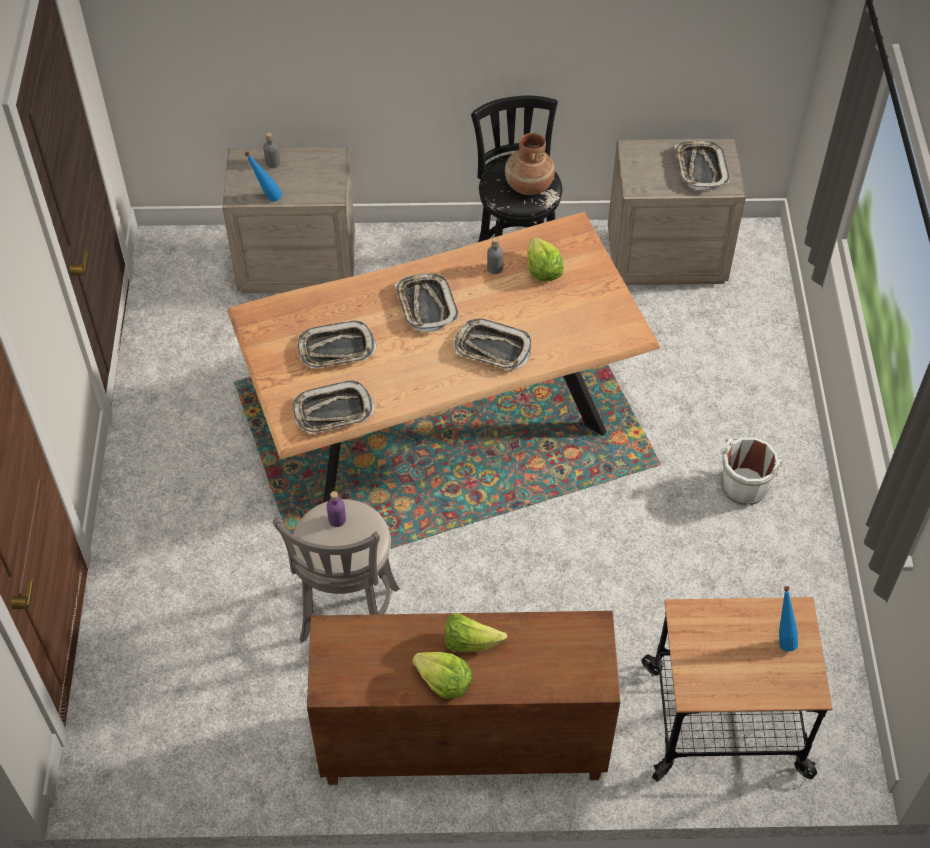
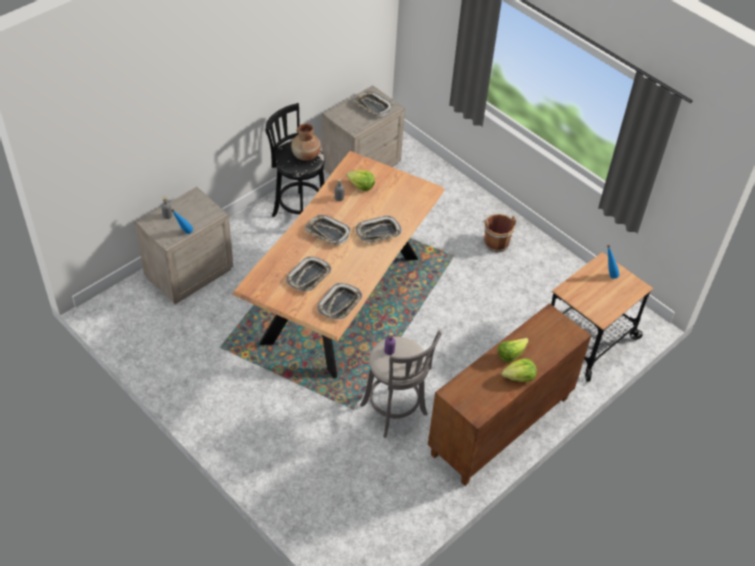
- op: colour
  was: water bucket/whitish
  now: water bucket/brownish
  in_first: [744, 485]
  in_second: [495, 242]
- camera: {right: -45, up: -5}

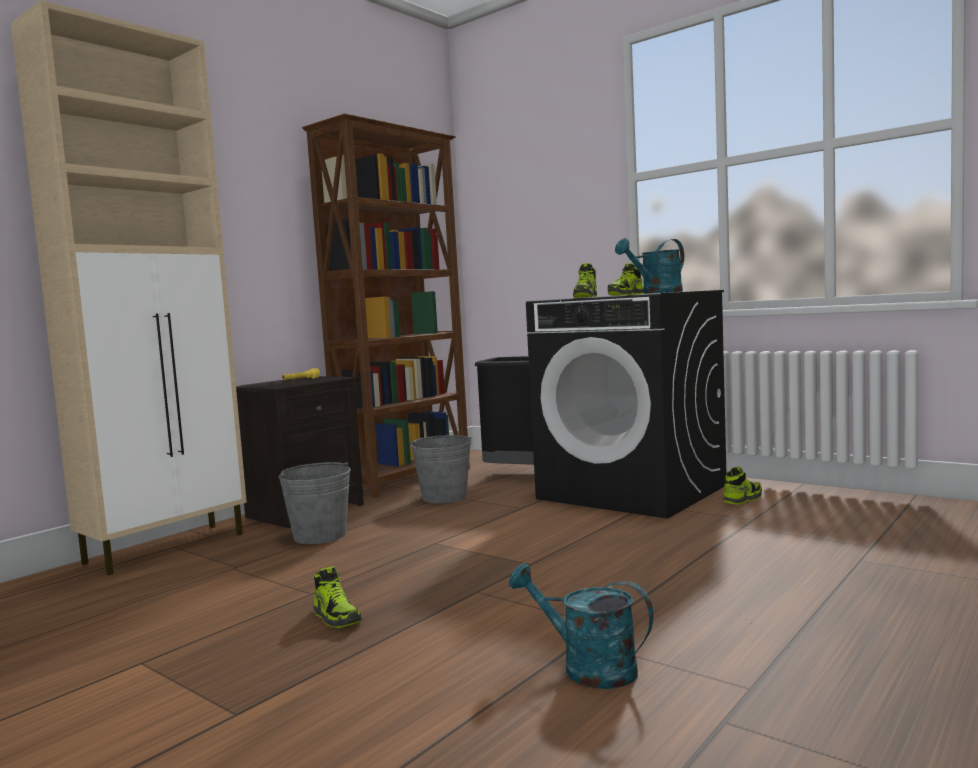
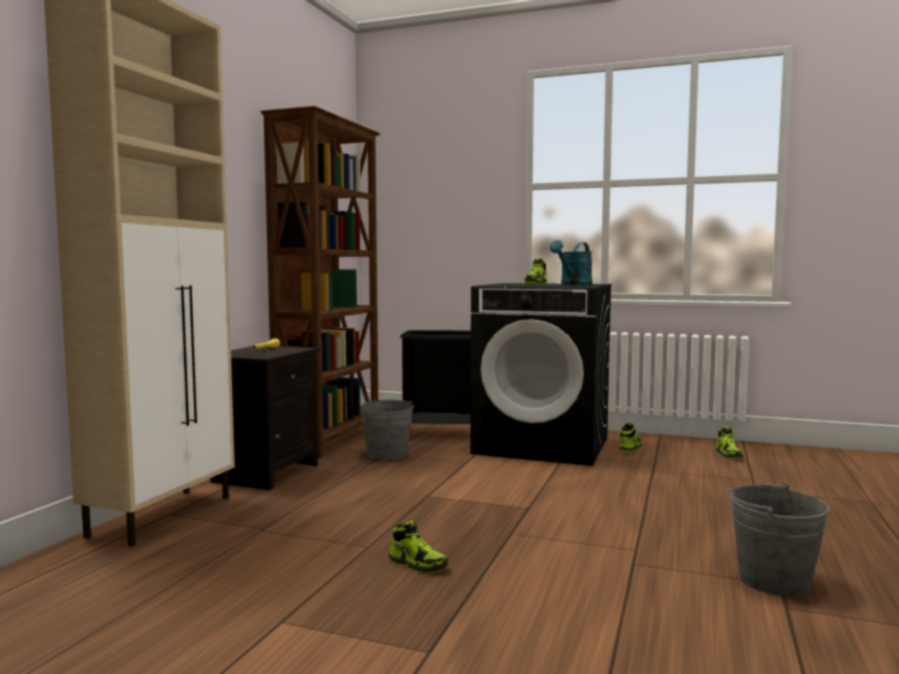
- op: relocated
  was: low shoe
  in_first: [586, 297]
  in_second: [728, 455]
- op: relocated
  was: water bucket/grey
  in_first: [320, 536]
  in_second: [774, 580]
- op: missing
  was: watering pot/blue-green
  in_first: [587, 668]
- camera: {right: -20, up: 0}

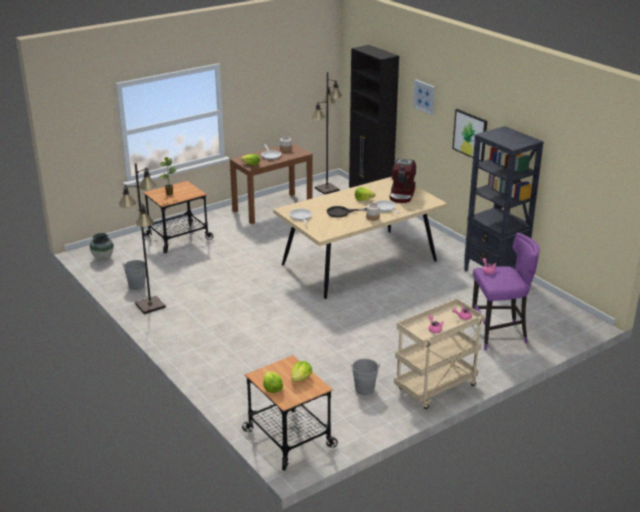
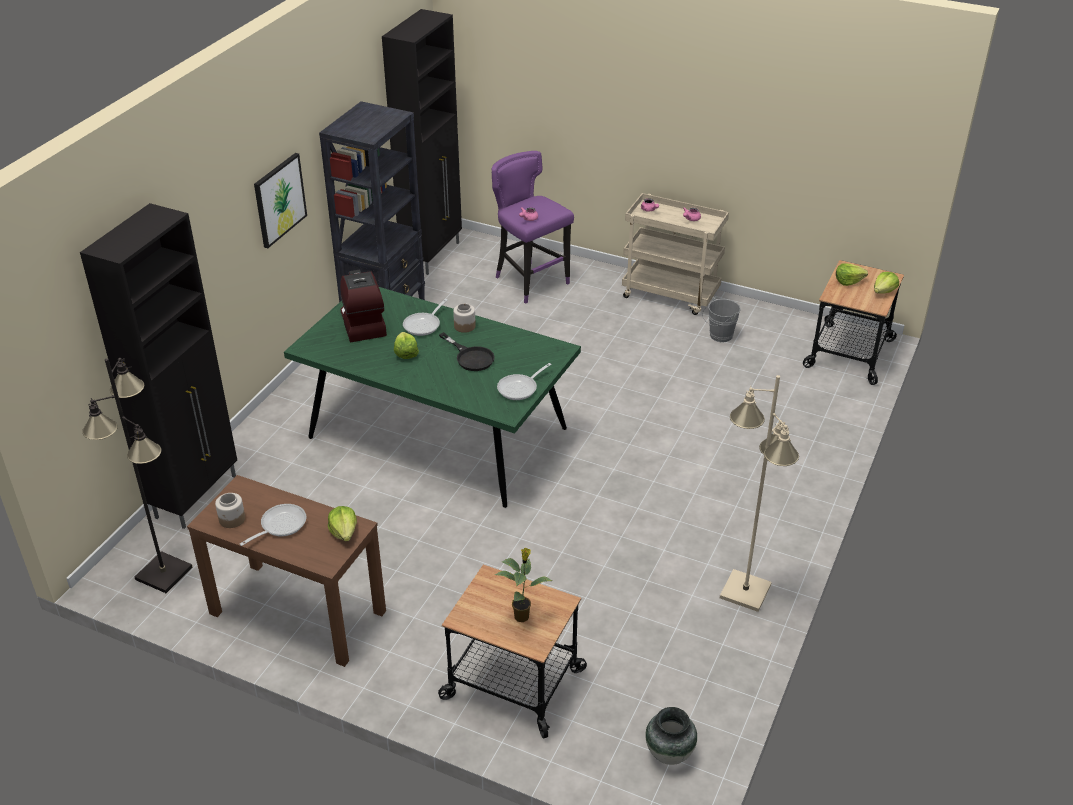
- op: colour
  was: dining table/beige
  now: dining table/green-coloured
  in_first: [359, 263]
  in_second: [439, 433]
- op: spun
  was: coffee machine
  in_first: [402, 195]
  in_second: [362, 324]
  clockwise: -90
- op: appeared
  now: cabinet/black
  in_second: [432, 255]
- op: colour
  was: floor lamp/black
  now: floor lamp/beige
  in_first: [150, 305]
  in_second: [745, 591]
- op: missing
  was: water bucket/grey
  in_first: [136, 287]
- op: missing
  was: wall art
  in_first: [424, 96]
- camera: {right: -120, up: 10}

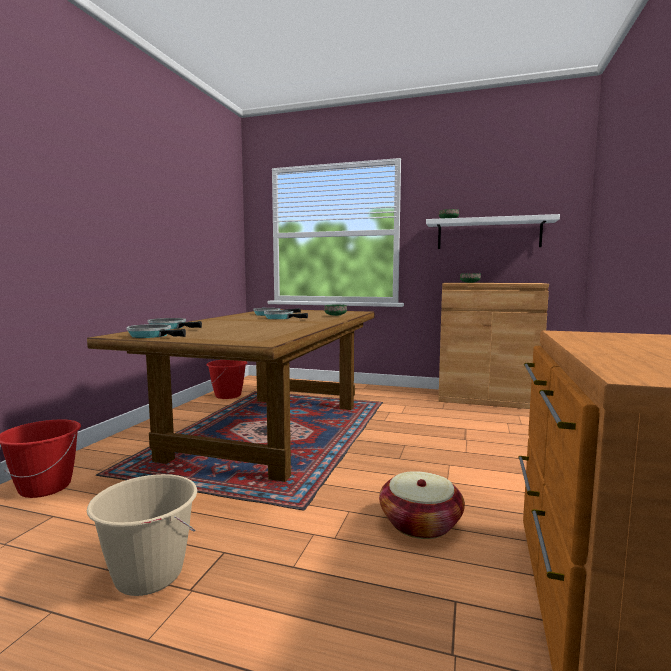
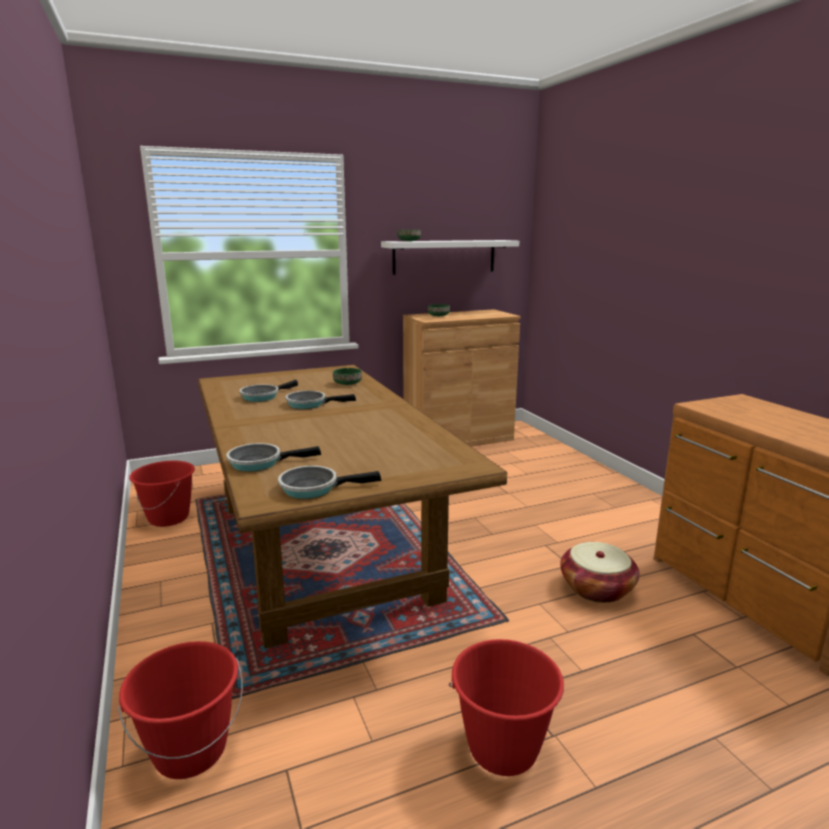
- op: colour
  was: water bucket/beige
  now: water bucket/red
  in_first: [148, 575]
  in_second: [503, 749]
- camera: {right: -40, up: 10}

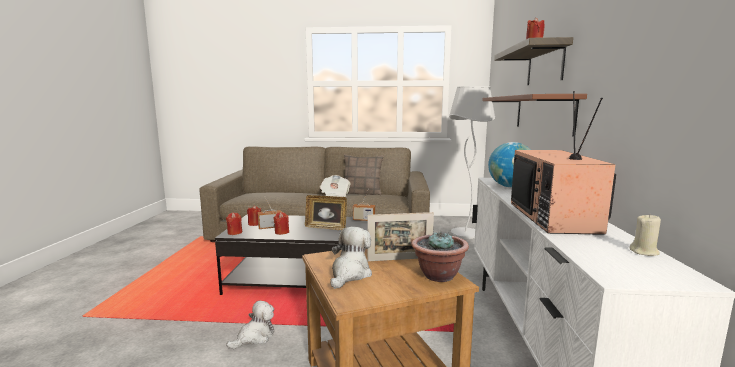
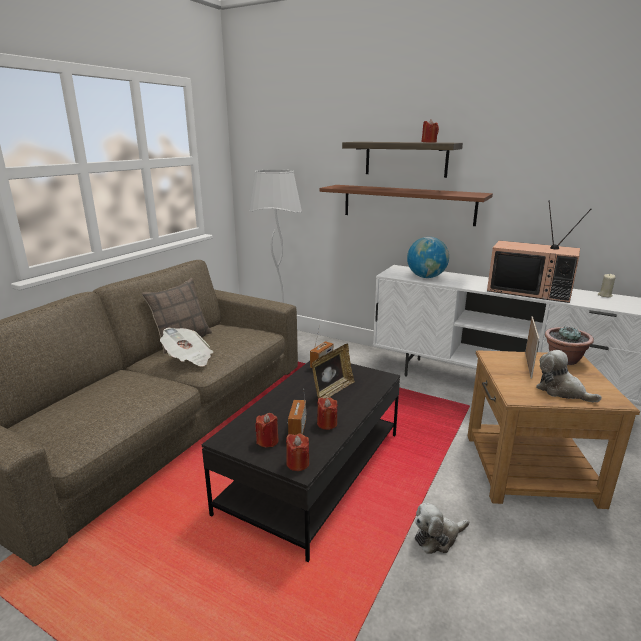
- op: spun
  was: plush toy
  in_first: [255, 337]
  in_second: [438, 537]
  clockwise: -90
- camera: {right: -65, up: 10}

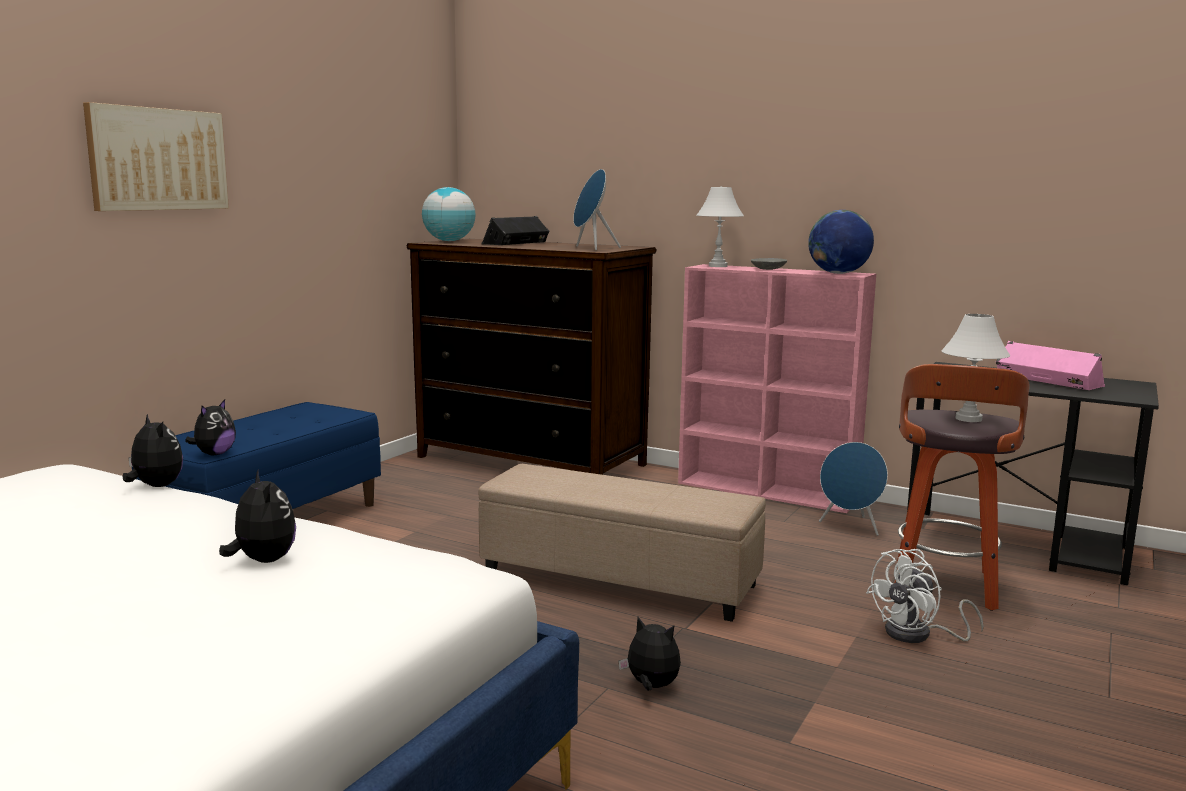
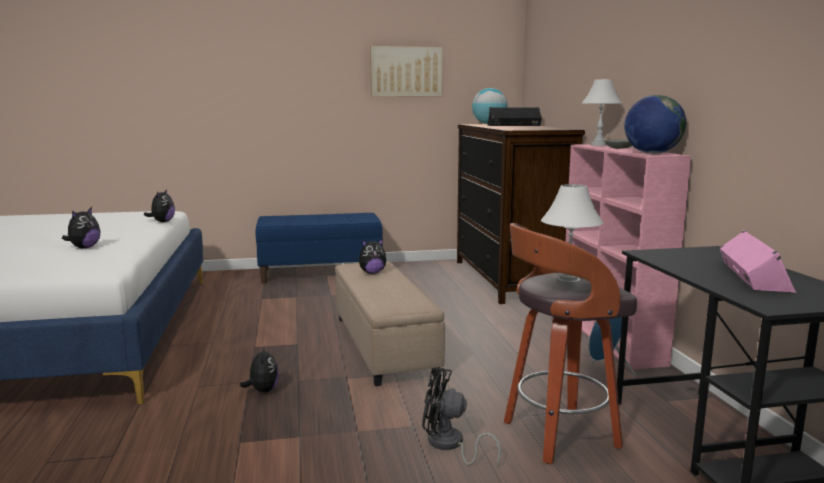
- op: relocated
  was: plush toy
  in_first: [214, 454]
  in_second: [372, 273]
- op: relocated
  was: wall art
  in_first: [158, 159]
  in_second: [406, 71]
- op: colour
  was: electric fan/whitish
  now: electric fan/black
  in_first: [918, 635]
  in_second: [449, 445]
- op: missing
  was: speaker/bluish
  in_first: [592, 248]
- camera: {right: 50, up: 0}

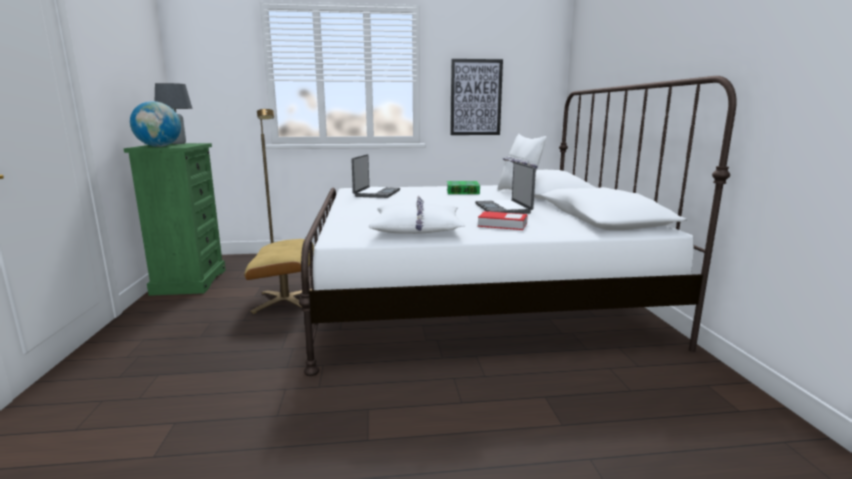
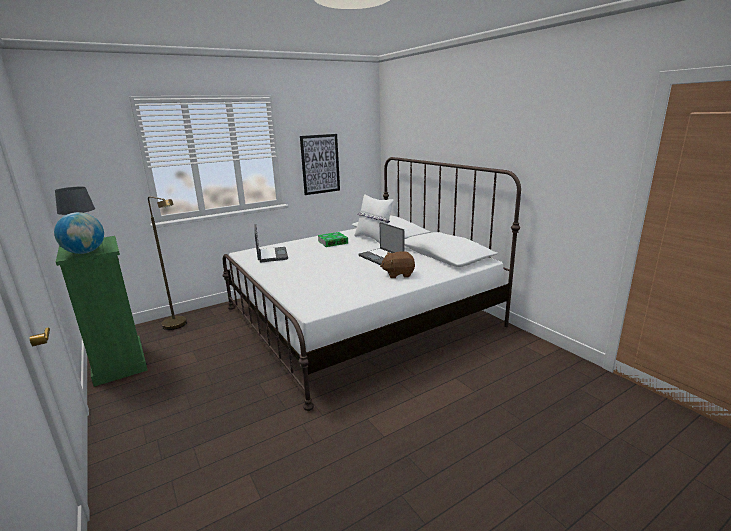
- op: exchanged
  was: book
  now: plush toy/brownish
  in_first: [502, 225]
  in_second: [398, 274]
- op: missing
  was: pouffe/beige
  in_first: [286, 300]
- op: missing
  was: cushion/whitish
  in_first: [417, 228]
- camera: {right: -25, up: 5}

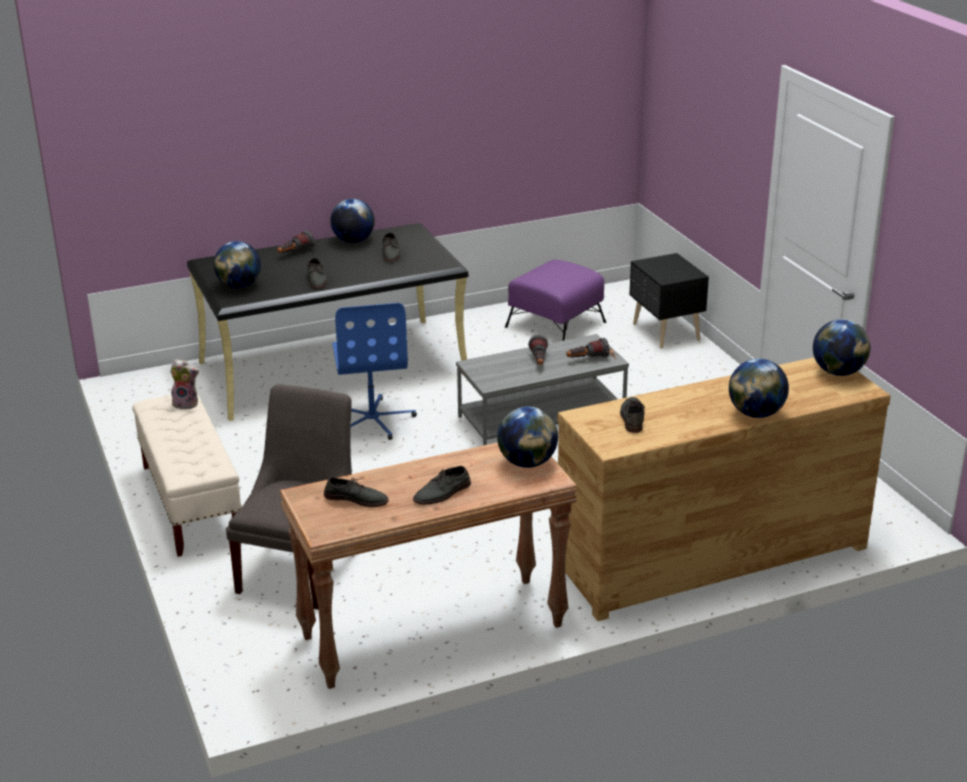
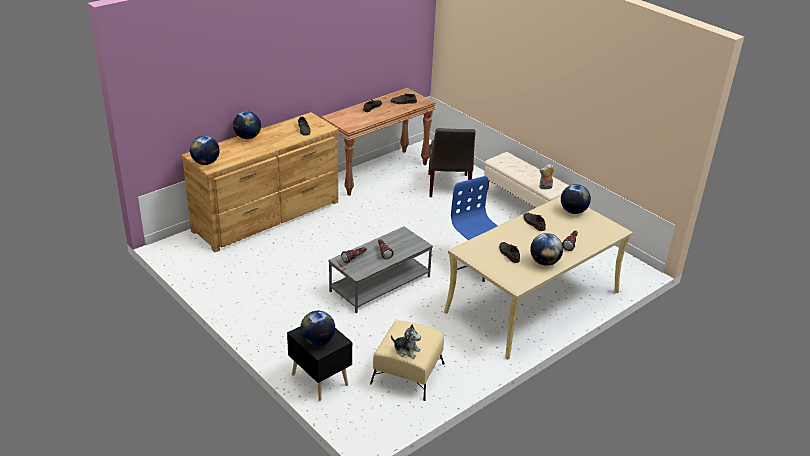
- op: relocated
  was: desk globe
  in_first: [527, 463]
  in_second: [318, 341]
- op: colour
  was: pouffe/purple
  now: pouffe/beige
  in_first: [554, 325]
  in_second: [408, 373]
- op: appeared
  now: plush toy
  in_second: [406, 350]
- op: colour
  was: desk table/black
  now: desk table/beige
  in_first: [333, 367]
  in_second: [532, 302]
- camera: {right: 160, up: 5}

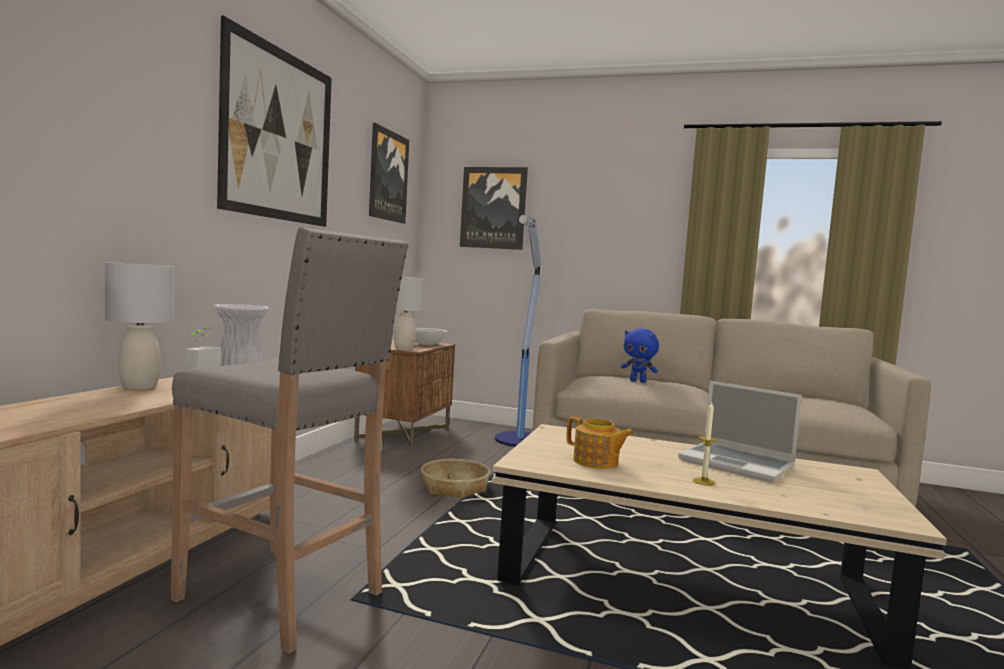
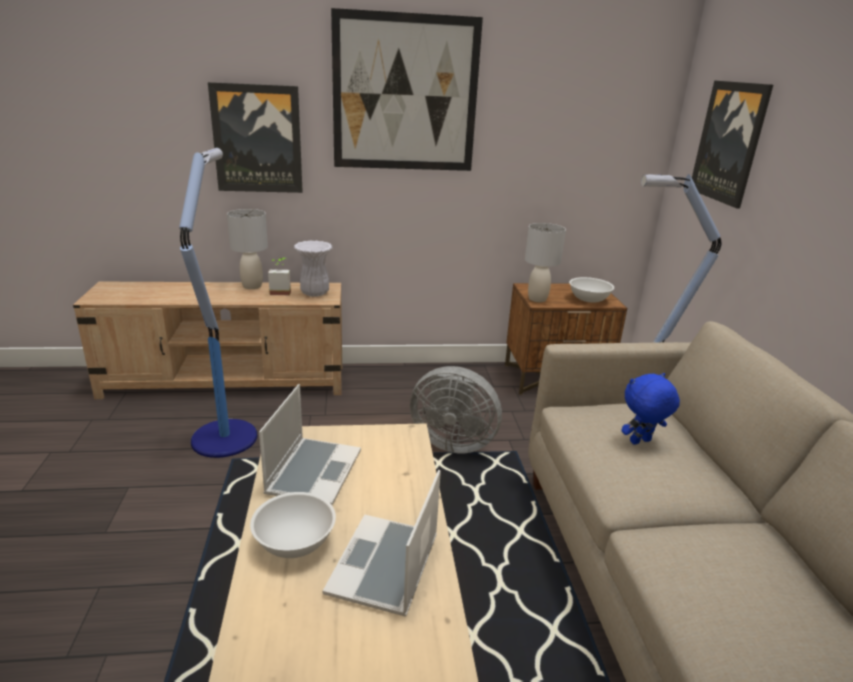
- op: exchanged
  was: stool seat/grey
  now: floor lamp
  in_first: [283, 597]
  in_second: [225, 436]
- op: relocated
  was: wall art
  in_first: [387, 176]
  in_second: [257, 139]
- op: exchanged
  was: candle
  now: serving bowl/whitish
  in_first: [704, 481]
  in_second: [295, 542]
- op: exchanged
  was: teapot
  now: portable computer
  in_first: [596, 462]
  in_second: [313, 471]
- op: exchanged
  was: storage basket
  now: electric fan/grey
  in_first: [454, 487]
  in_second: [452, 441]
- op: spun
  was: plush toy/bluish
  in_first: [638, 381]
  in_second: [640, 442]
  clockwise: 60
- camera: {right: 65, up: 20}

